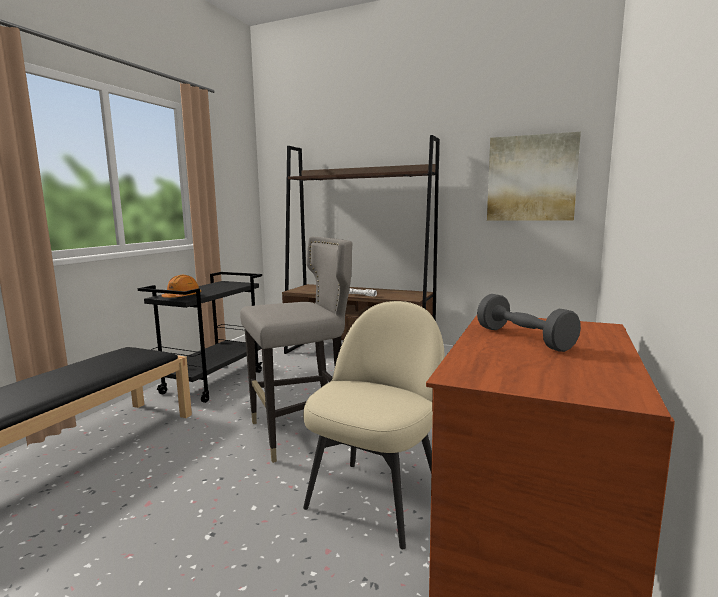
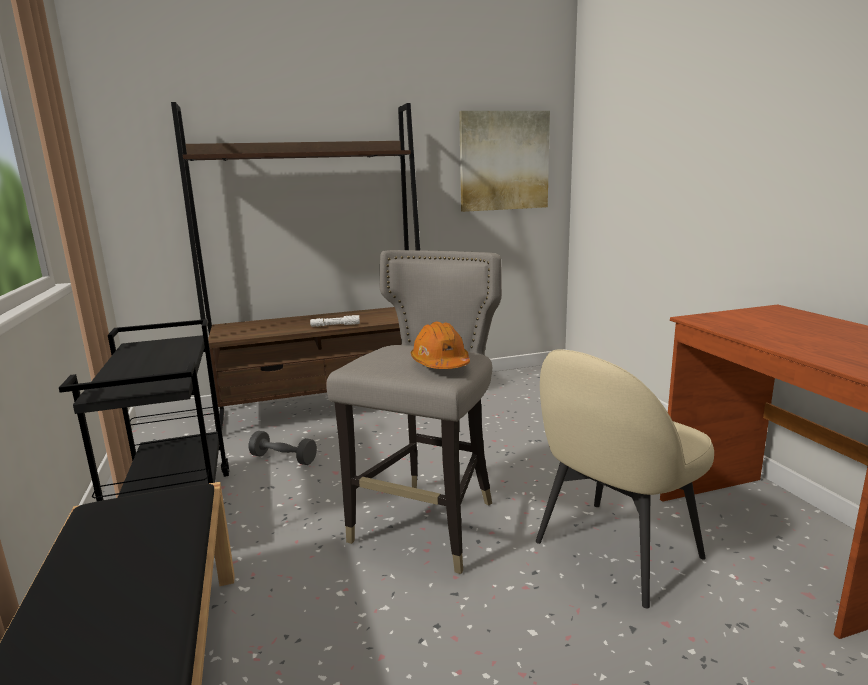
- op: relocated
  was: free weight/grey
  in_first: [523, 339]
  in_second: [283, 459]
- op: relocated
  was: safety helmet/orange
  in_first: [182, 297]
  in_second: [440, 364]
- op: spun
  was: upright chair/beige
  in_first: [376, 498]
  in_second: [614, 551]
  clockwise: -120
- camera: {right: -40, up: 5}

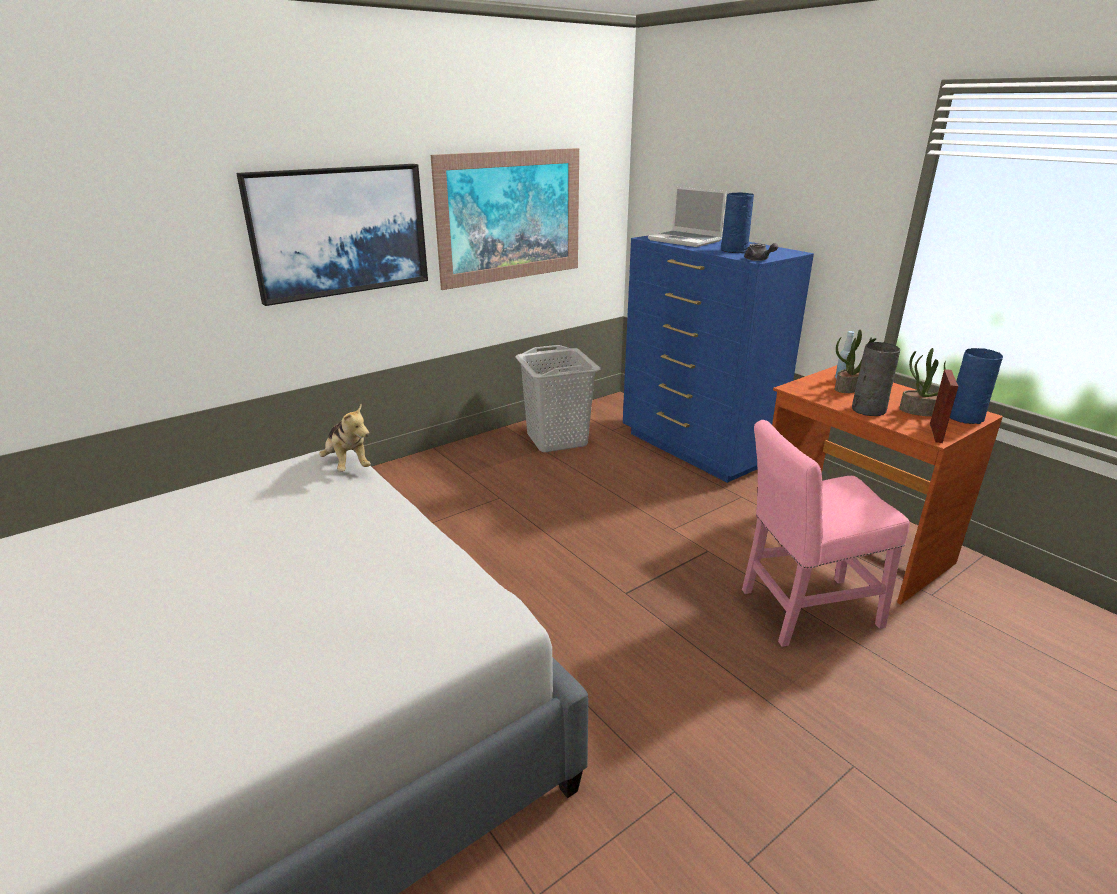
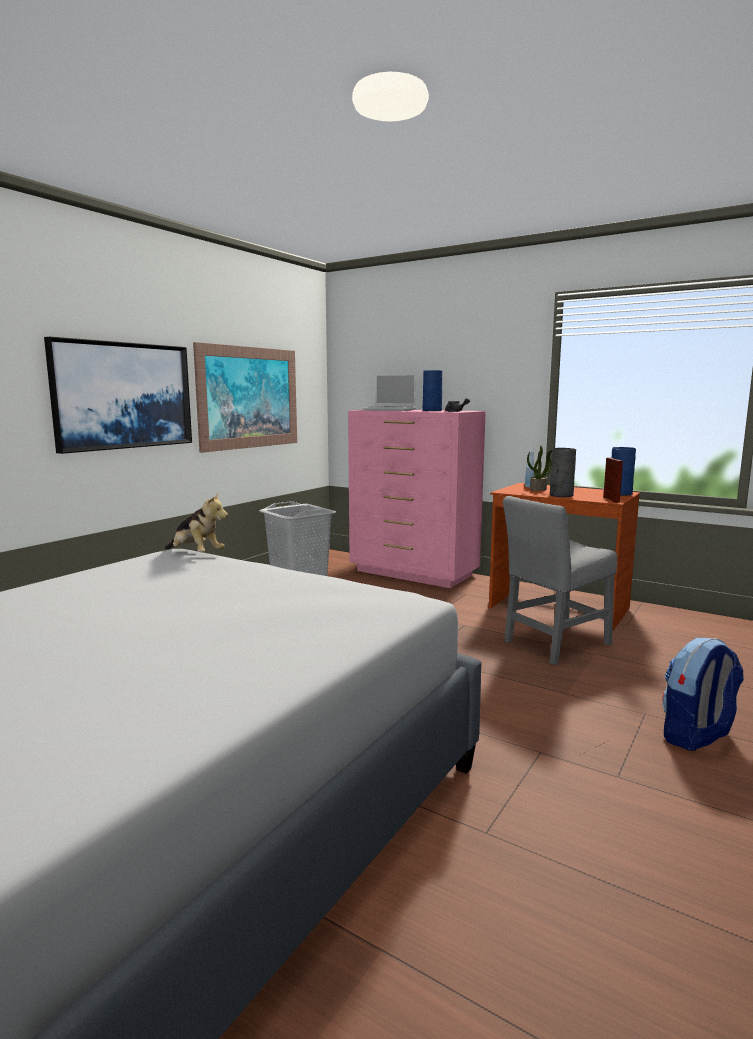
- op: colour
  was: drawer chest/bluish
  now: drawer chest/pink-coloured
  in_first: [696, 449]
  in_second: [414, 573]
- op: colour
  was: upright chair/pink-coloured
  now: upright chair/grey
  in_first: [804, 610]
  in_second: [554, 644]
- op: appeared
  now: knapsack
  in_second: [696, 737]
- op: missing
  was: houseplant
  in_first: [918, 411]
- camera: {right: -20, up: -15}

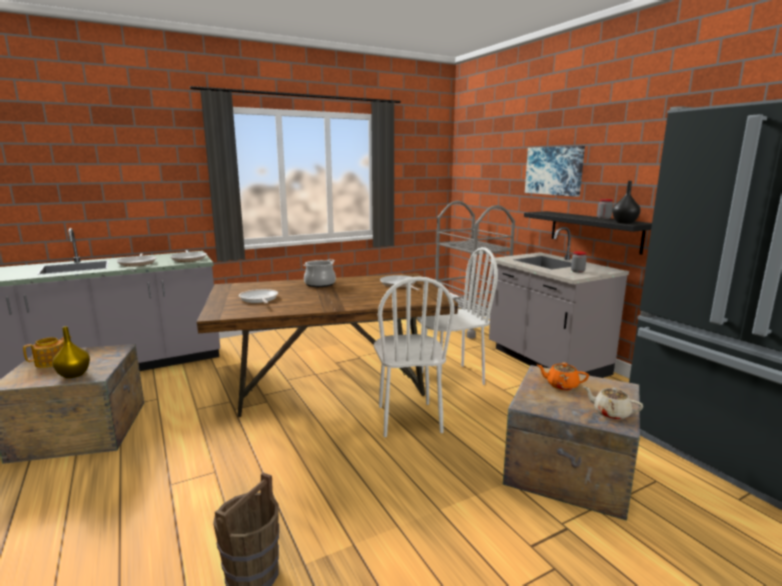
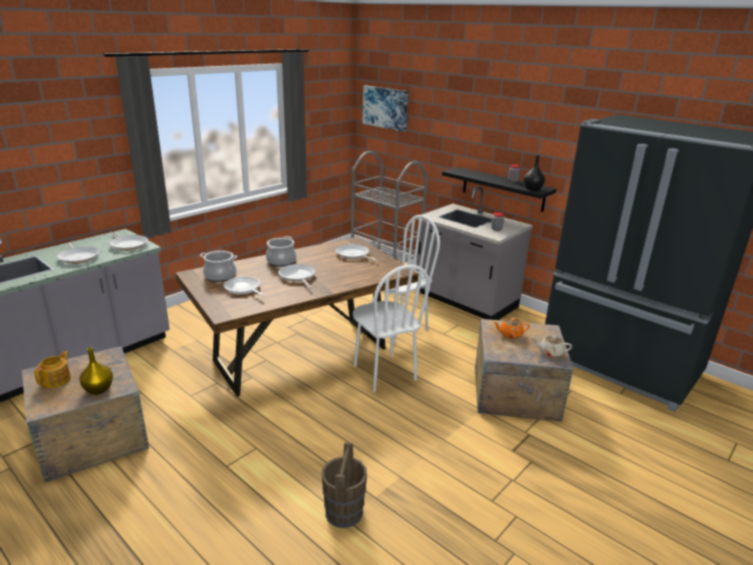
- op: appeared
  now: saucepot
  in_second: [220, 276]
- op: appeared
  now: frying pan
  in_second: [297, 277]
- op: relocated
  was: wall art
  in_first: [554, 171]
  in_second: [385, 107]
- camera: {right: -20, up: 10}

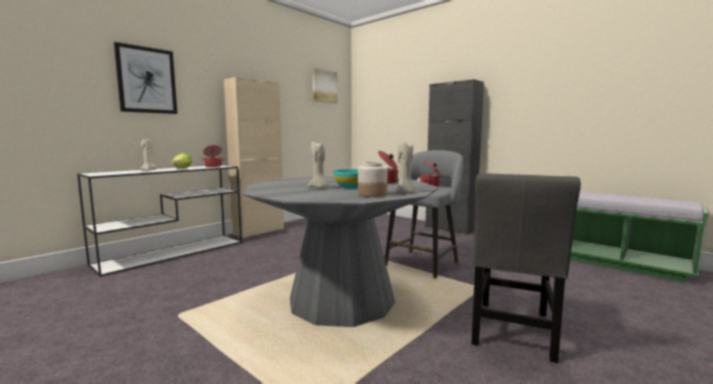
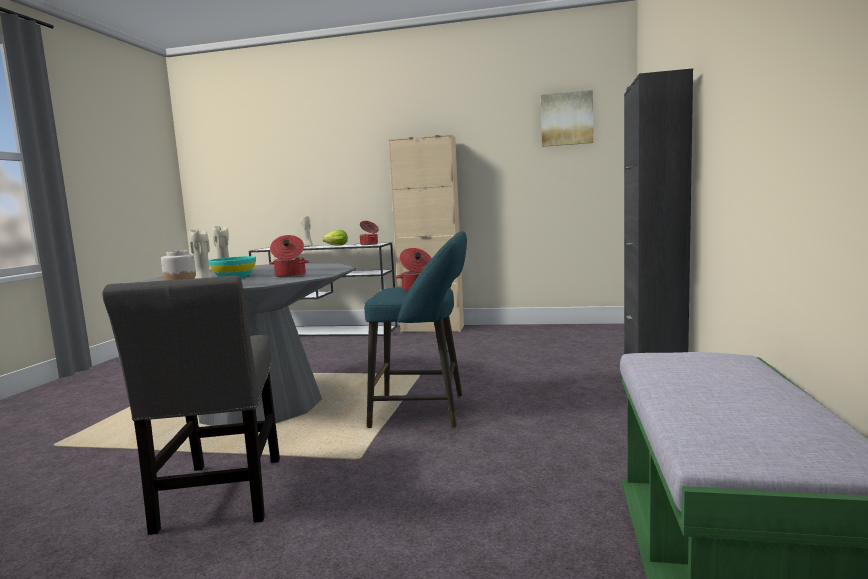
- op: spun
  was: upright chair/grey
  in_first: [512, 332]
  in_second: [221, 497]
  clockwise: -90
- op: colour
  was: stool seat/grey
  now: stool seat/blue-green
  in_first: [423, 263]
  in_second: [424, 411]
- op: missing
  was: wall art
  in_first: [147, 80]
- camera: {right: 60, up: 0}

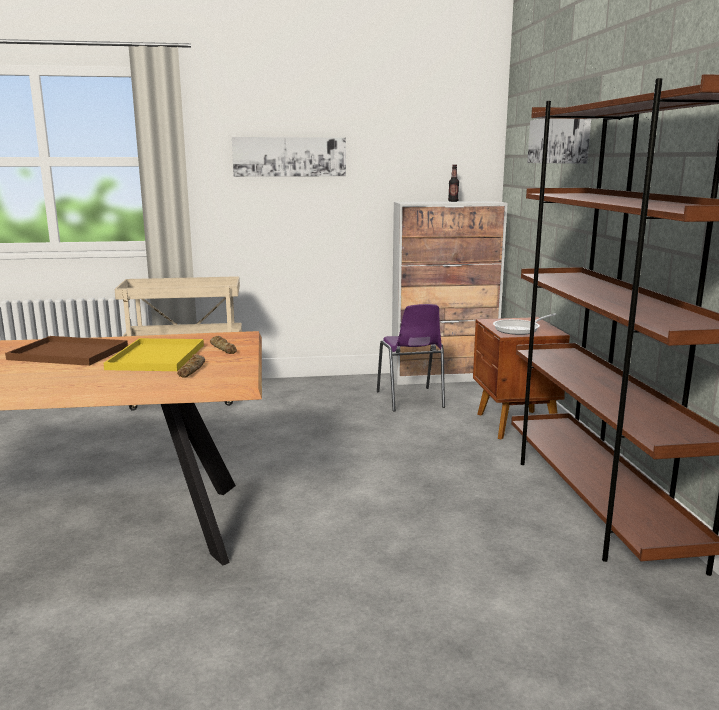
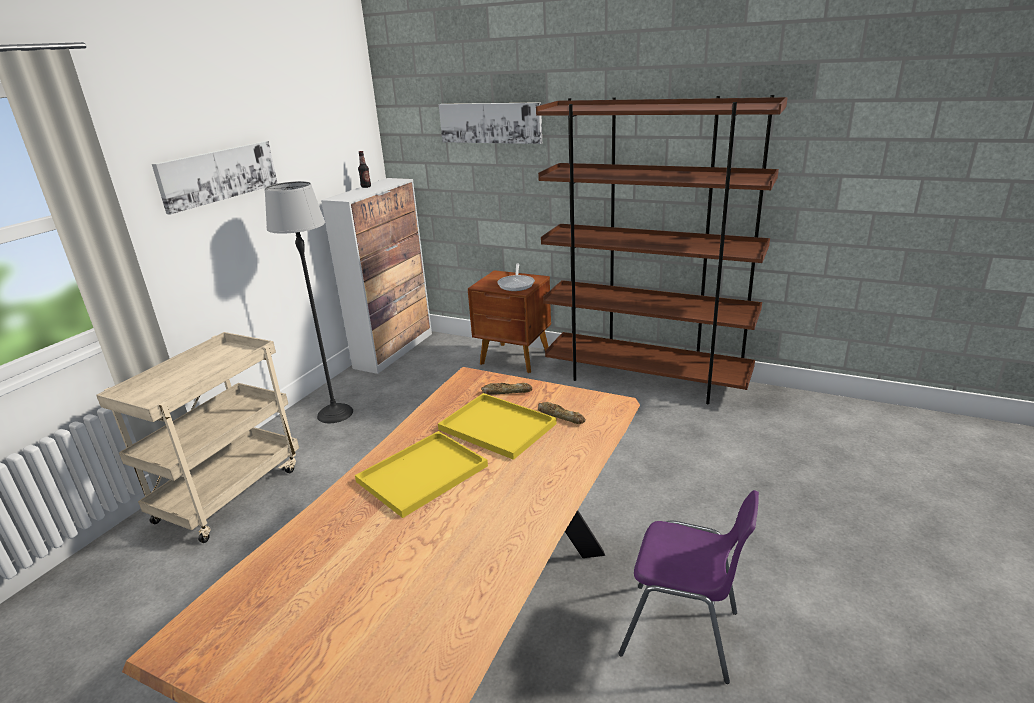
- op: appeared
  now: floor lamp
  in_second: [335, 414]
- op: colour
  was: tray/brownish
  now: tray/yellow-coloured
  in_first: [66, 353]
  in_second: [421, 475]
- op: relocated
  was: upright chair/purple
  in_first: [410, 400]
  in_second: [683, 634]
- camera: {right: -55, up: 10}

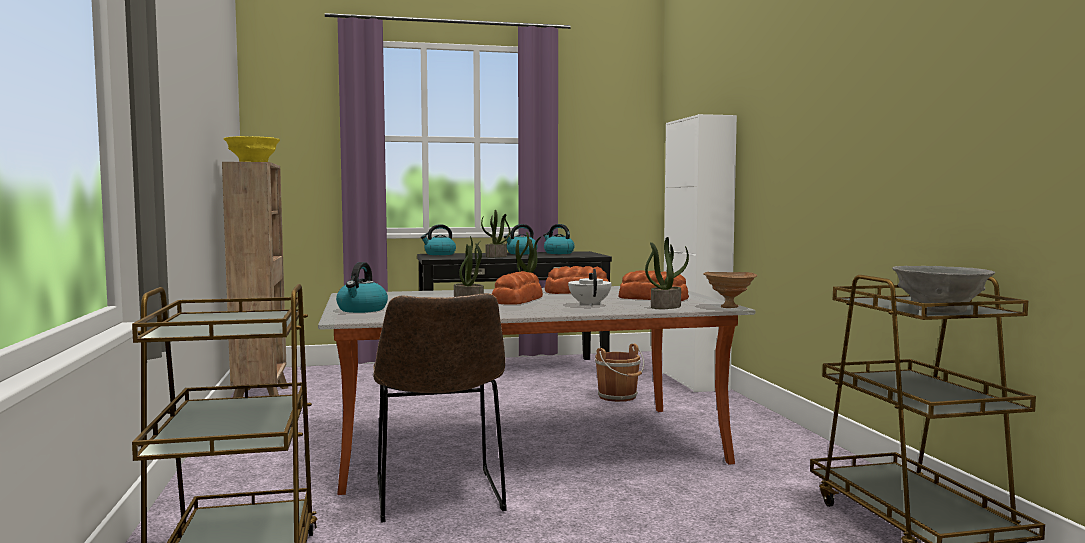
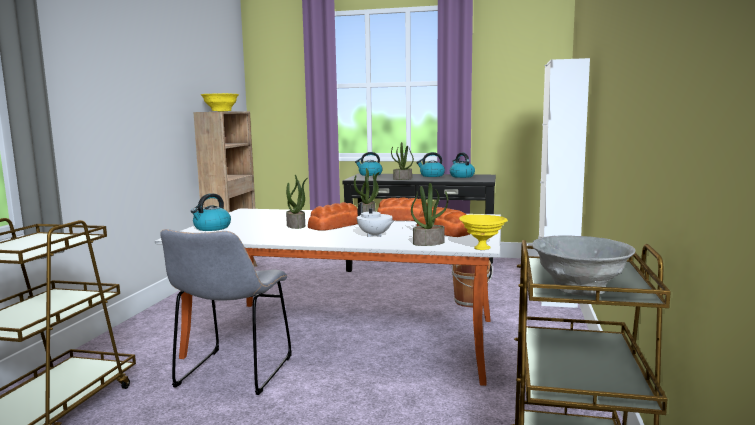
- op: colour
  was: upright chair/brownish
  now: upright chair/grey
  in_first: [439, 498]
  in_second: [232, 374]
- op: spun
  was: teapot/whitish
  in_first: [590, 305]
  in_second: [375, 235]
  clockwise: 120
- op: colour
  was: serving bowl/brownish
  now: serving bowl/yellow-coloured
  in_first: [728, 307]
  in_second: [482, 248]
- camera: {right: 25, up: 5}

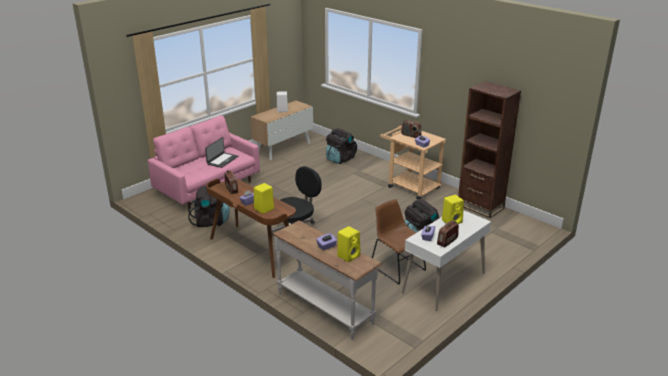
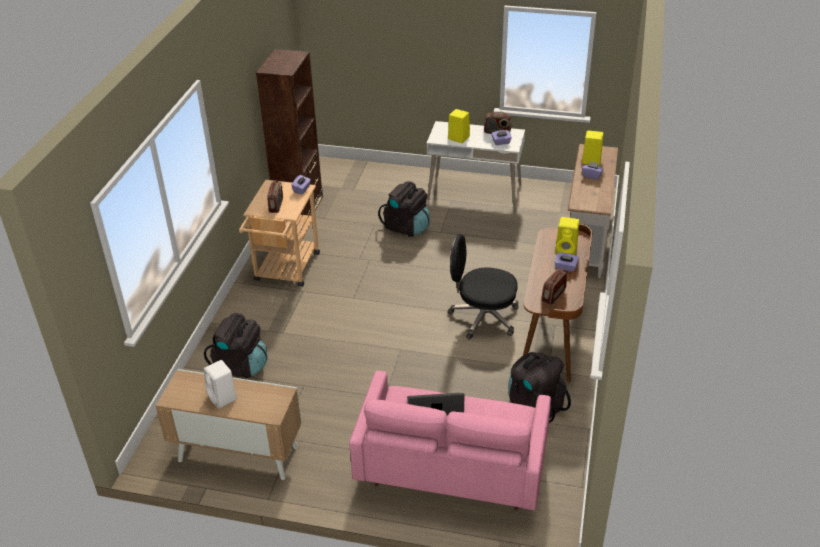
- op: missing
  was: upright chair/brownish
  in_first: [396, 266]
- camera: {right: -120, up: 10}

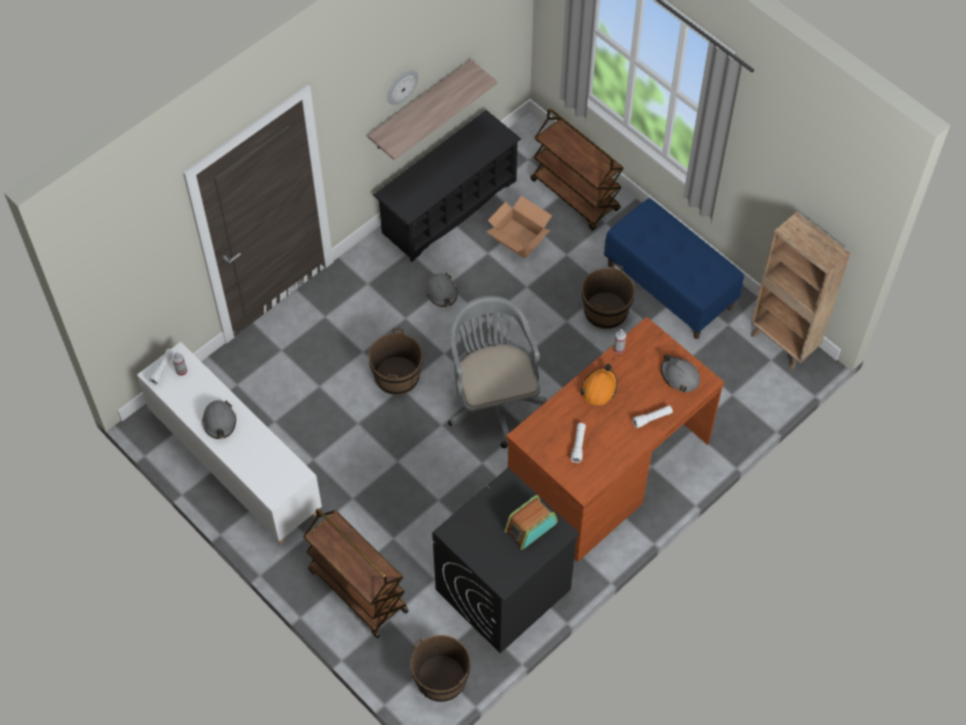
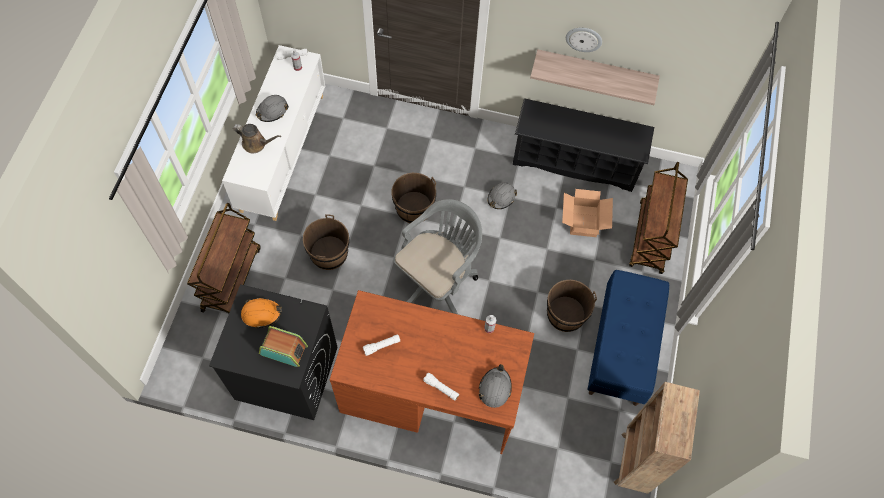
- op: appeared
  now: watering pot/brownish
  in_second: [256, 144]
- op: relocated
  was: safety helmet/orange
  in_first: [599, 388]
  in_second: [261, 314]
- op: relocated
  was: water bucket/brownish
  in_first: [441, 679]
  in_second: [329, 253]
- camera: {right: 55, up: 5}

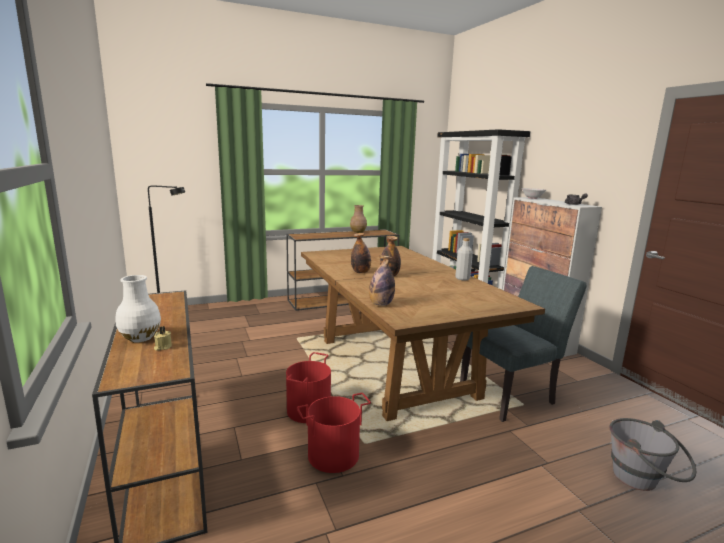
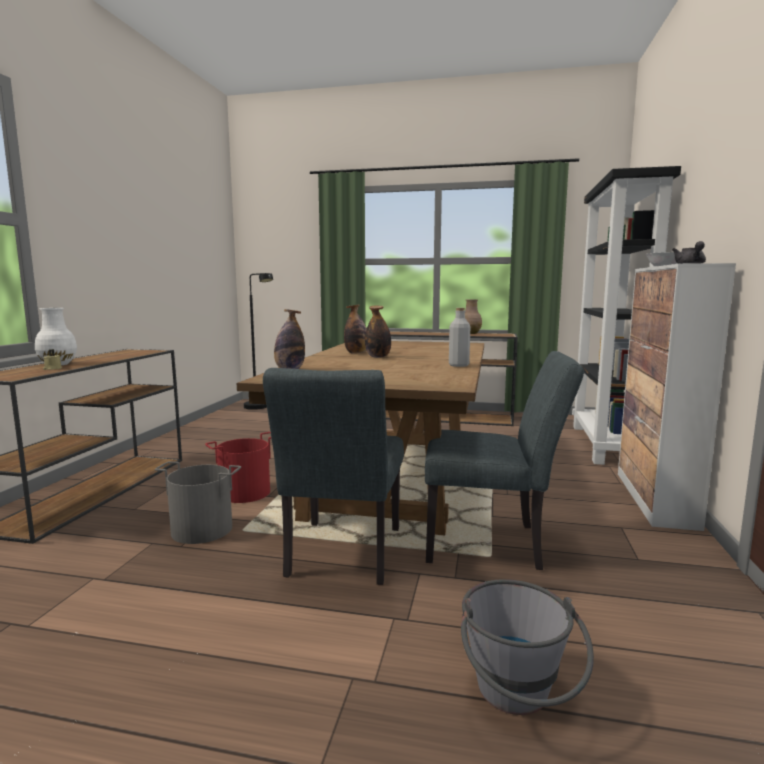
- op: colour
  was: water bucket/red
  now: water bucket/grey
  in_first: [333, 455]
  in_second: [201, 530]
- op: appeared
  now: upright chair/grey
  in_second: [342, 557]
- camera: {right: 35, up: -5}

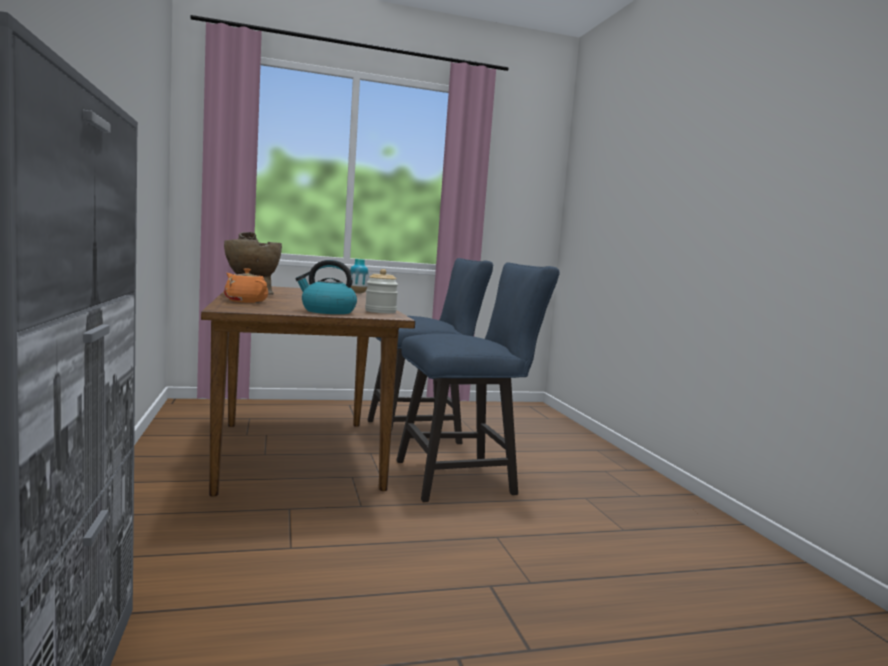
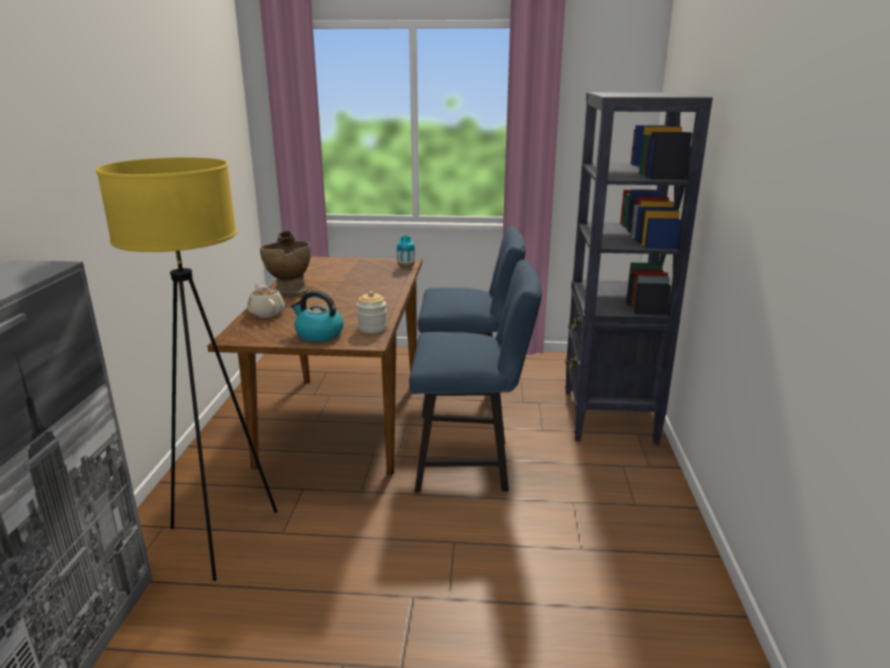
- op: appeared
  now: floor lamp/yellow-coloured
  in_second: [223, 537]
- op: colour
  was: teapot/orange
  now: teapot/beige
  in_first: [245, 301]
  in_second: [266, 313]
- op: appeared
  now: shelving unit/black
  in_second: [608, 417]
- camera: {right: 20, up: 15}

